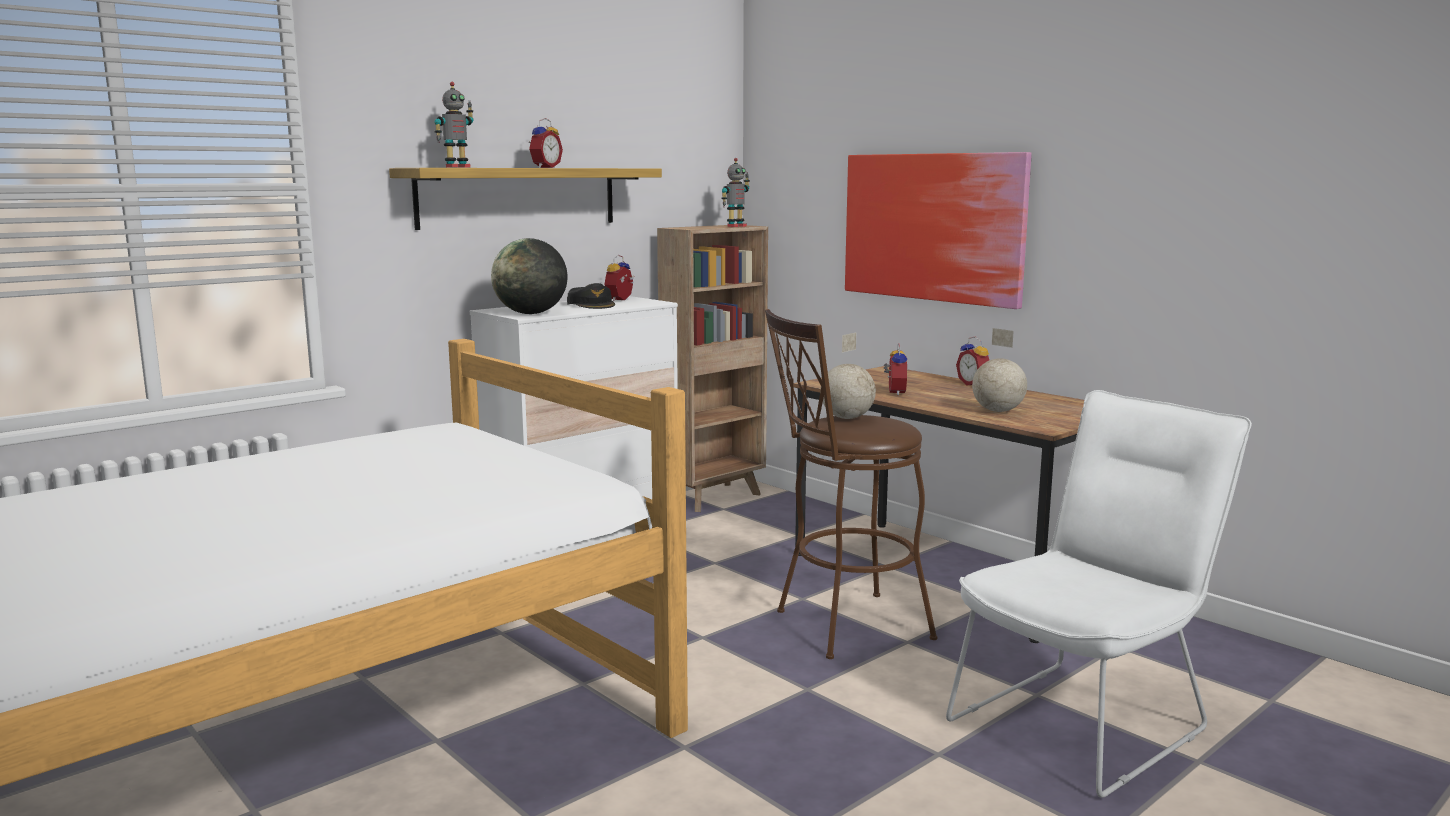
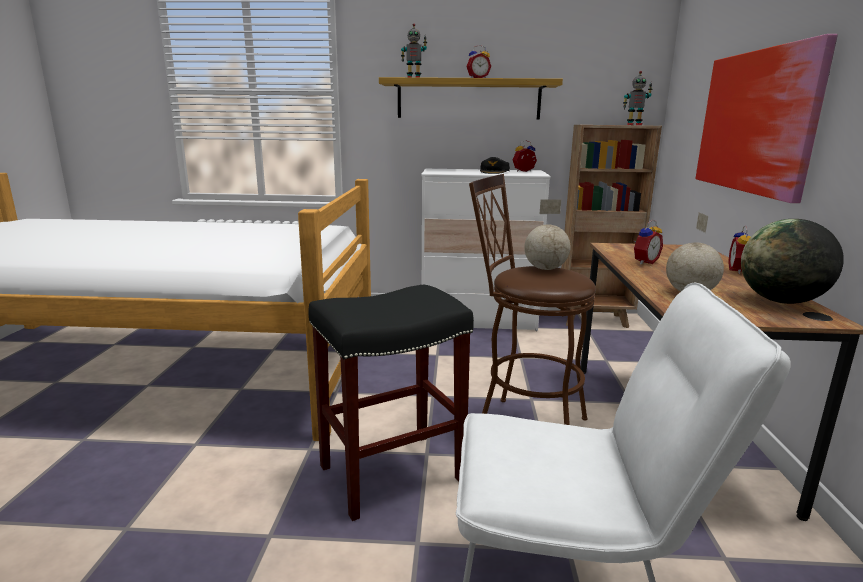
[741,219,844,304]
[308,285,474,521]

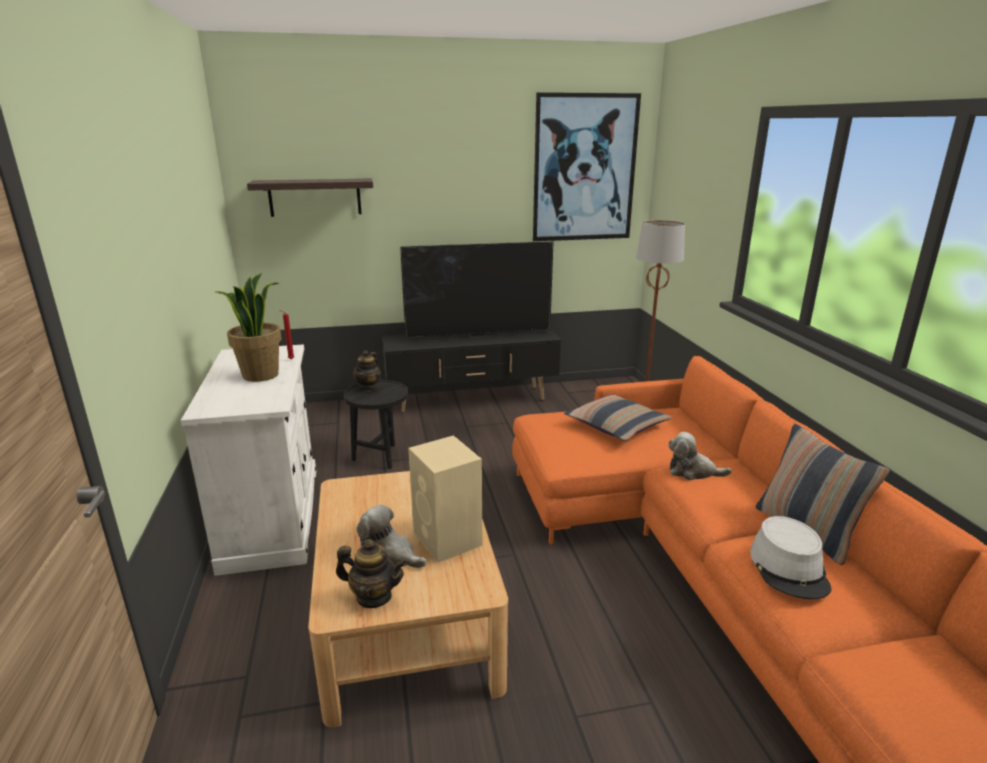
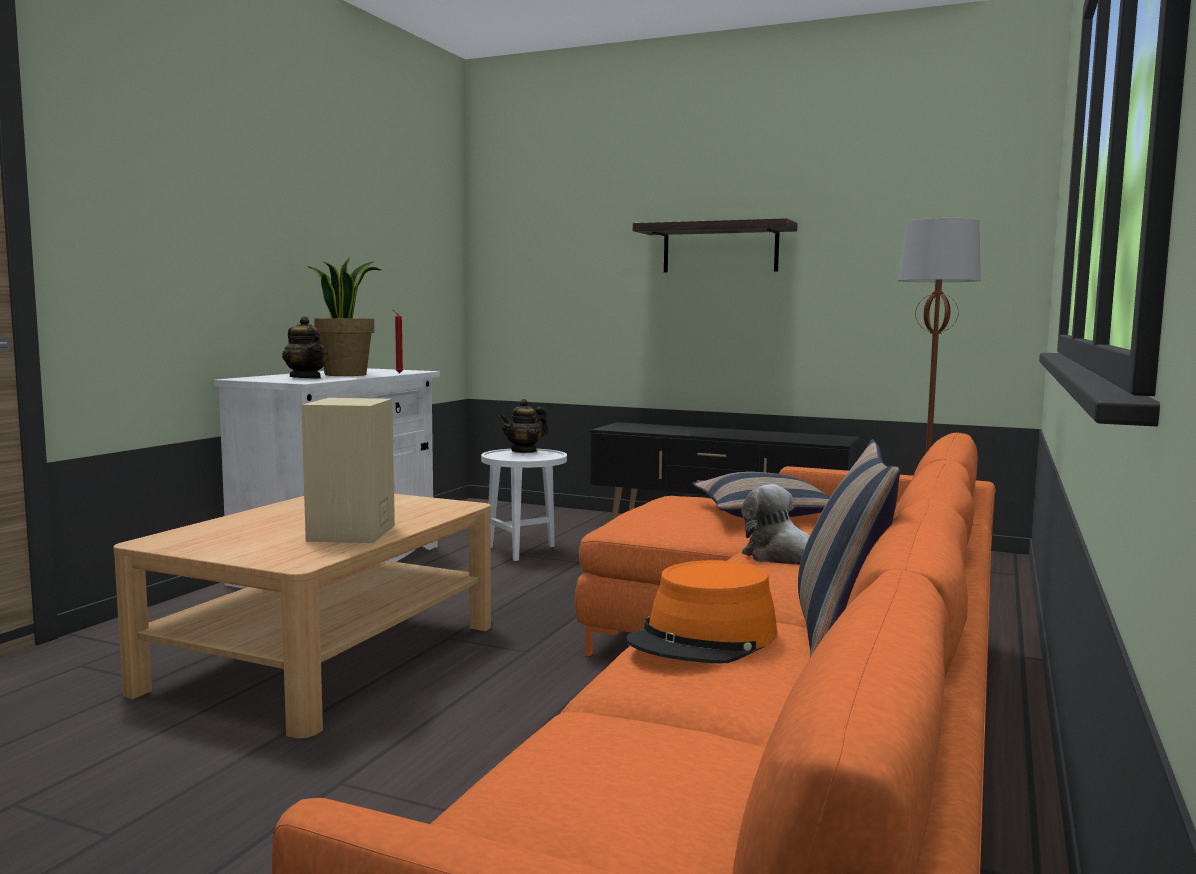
[533,92,641,241] (first image)
[633,218,798,272]
[400,241,554,341] (first image)
[481,449,567,561]
[356,505,427,568] (first image)
[626,560,777,664]
[282,316,328,379]

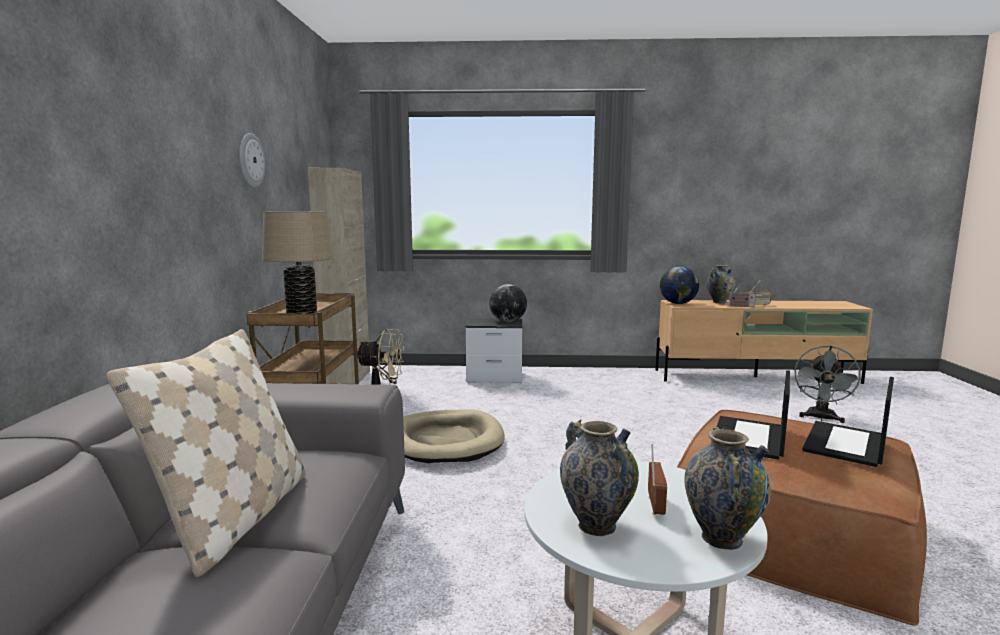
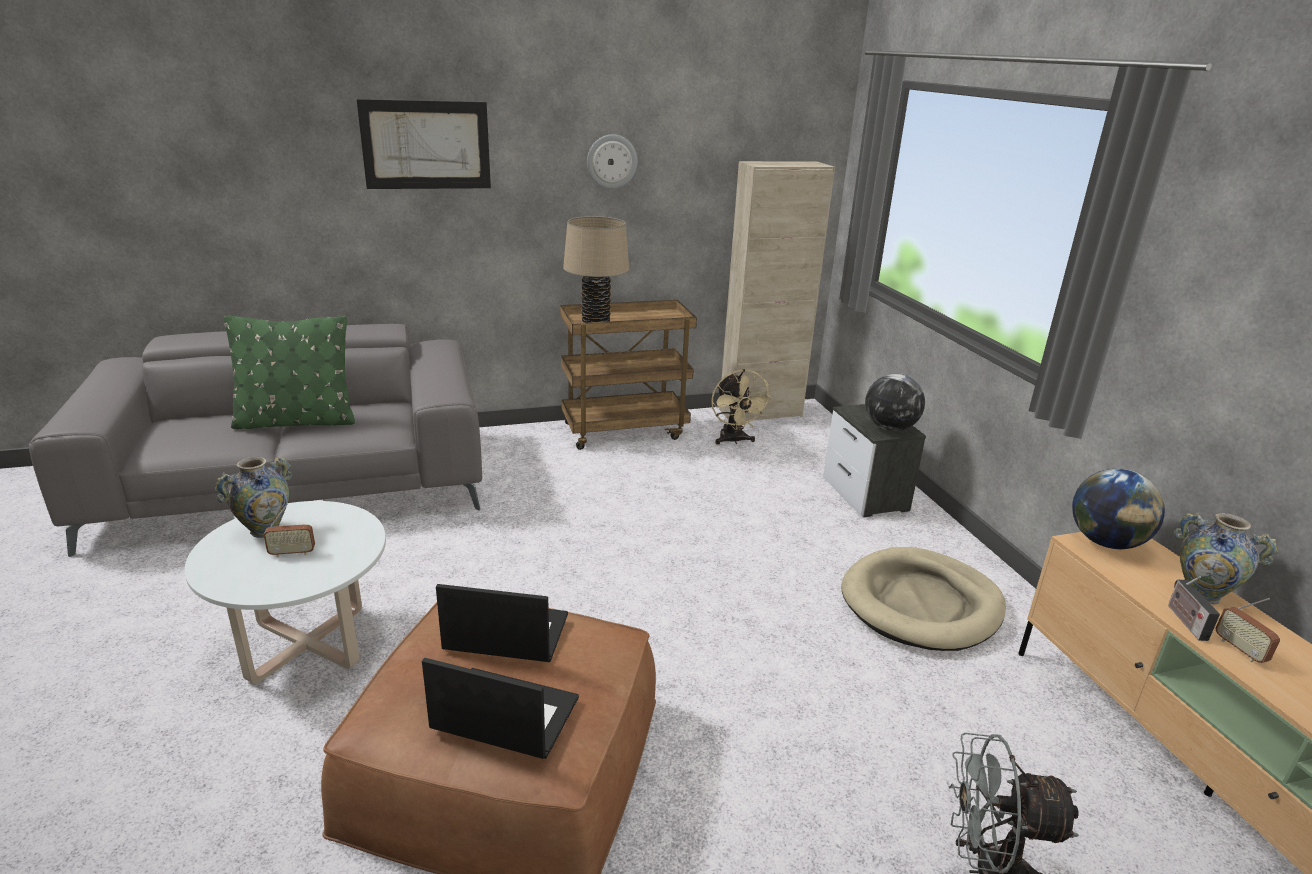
[224,316,355,429]
[841,547,1006,651]
[684,427,771,550] (first image)
[357,99,491,189]

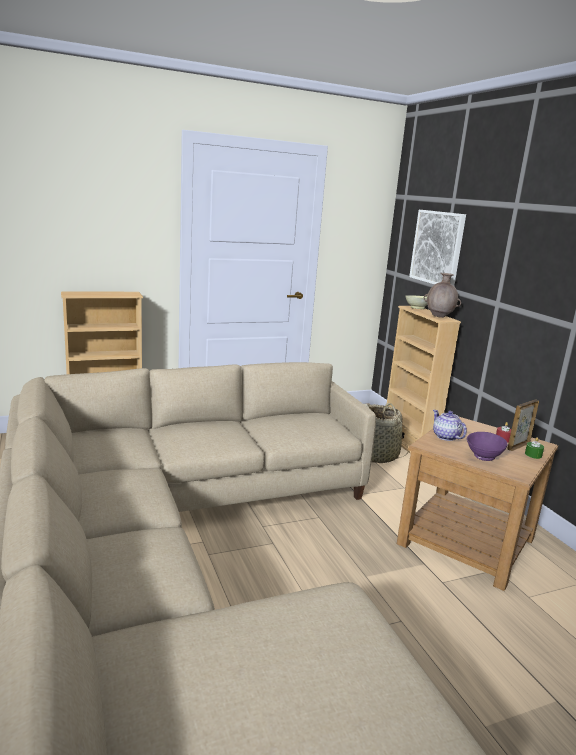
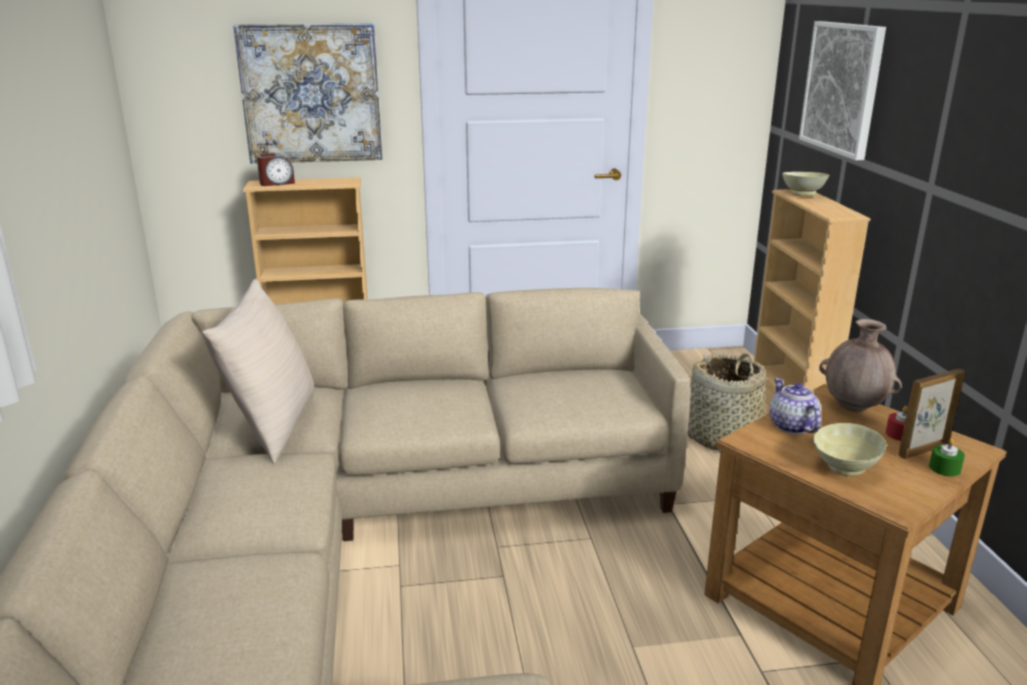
[819,319,902,412]
[813,423,887,476]
[233,23,382,164]
[257,153,295,186]
[202,279,315,464]

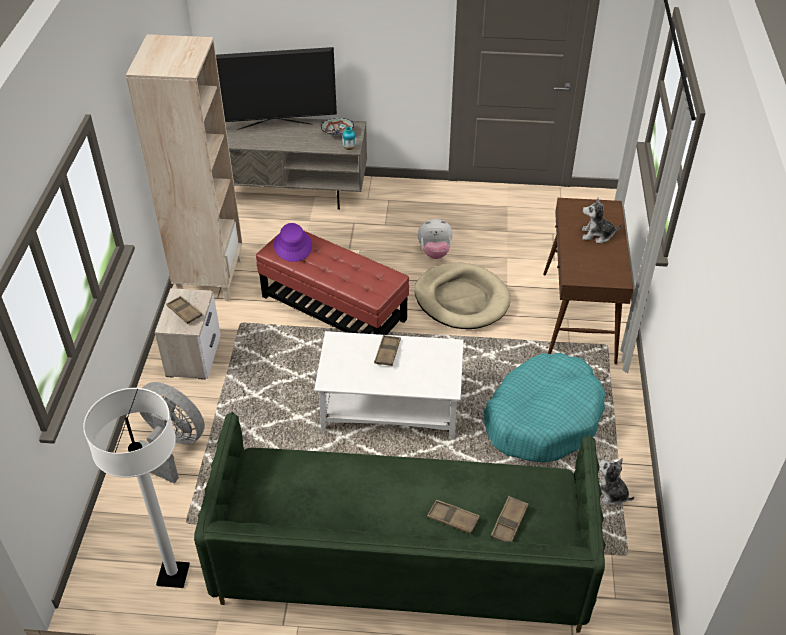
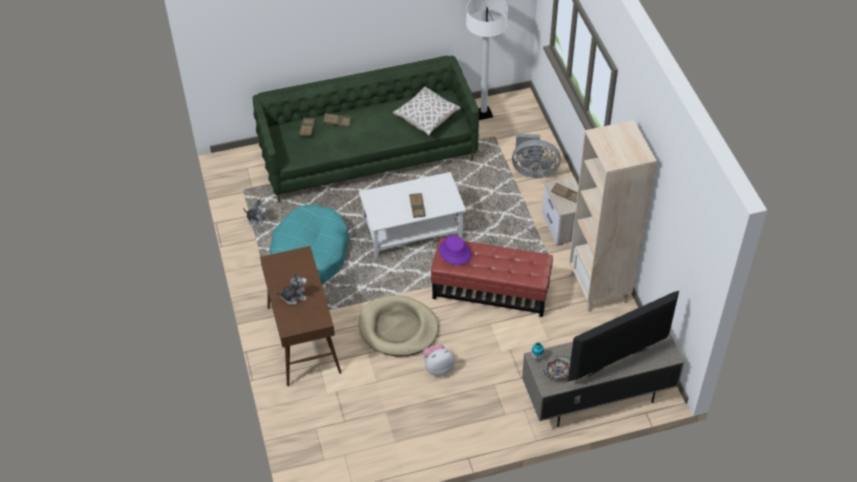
[439,235,472,265]
[393,87,461,136]

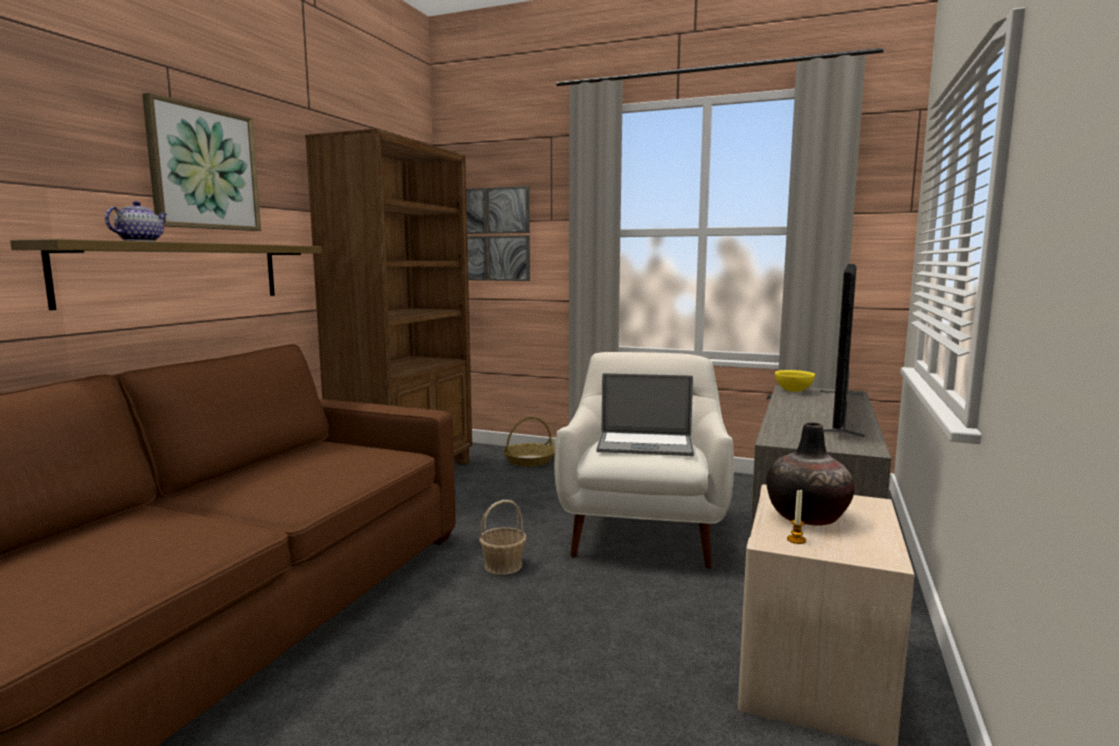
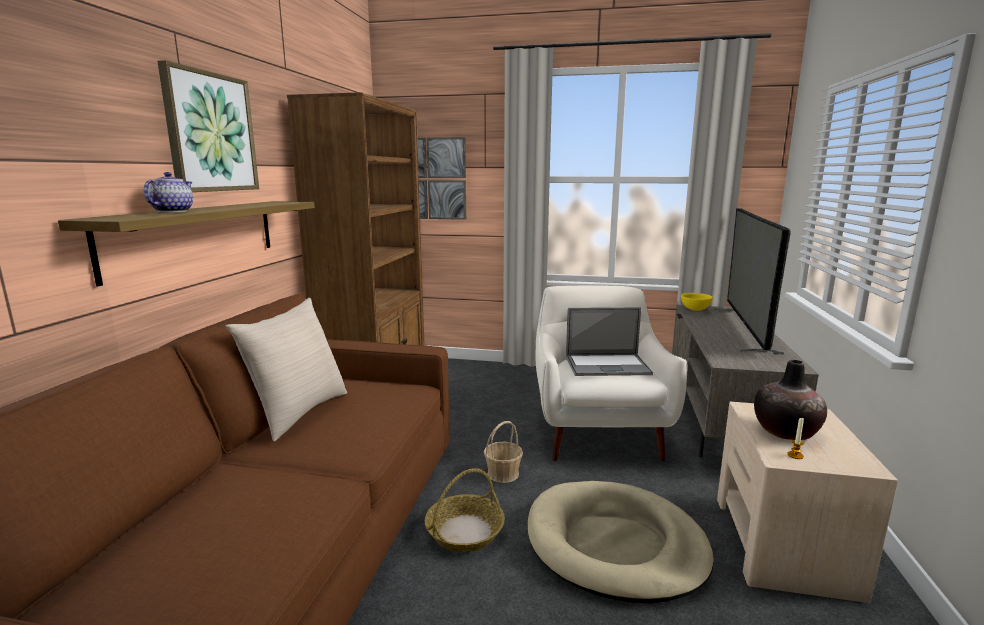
[424,468,505,553]
[226,298,347,442]
[528,481,714,604]

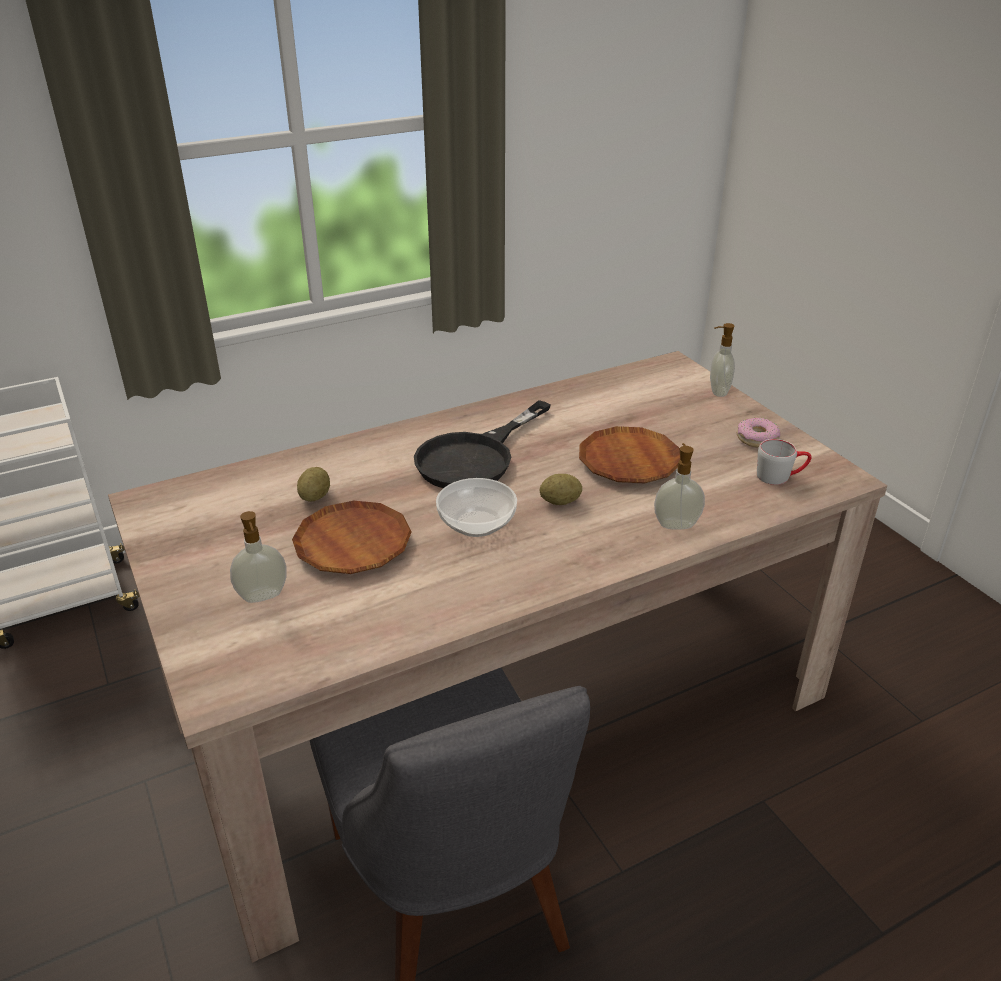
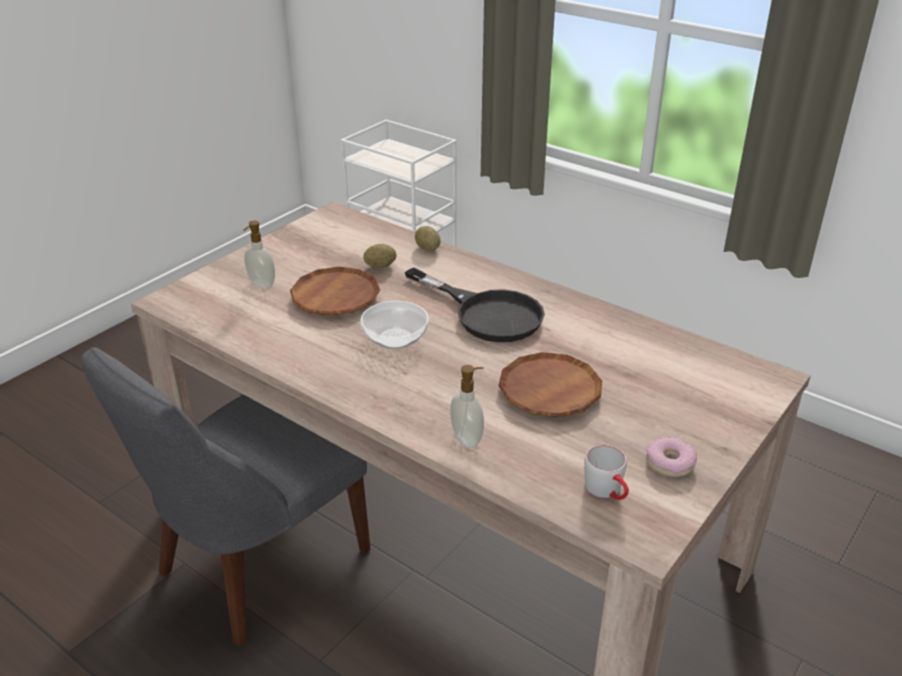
[710,323,735,397] (first image)
[405,268,545,342]
[415,226,440,251]

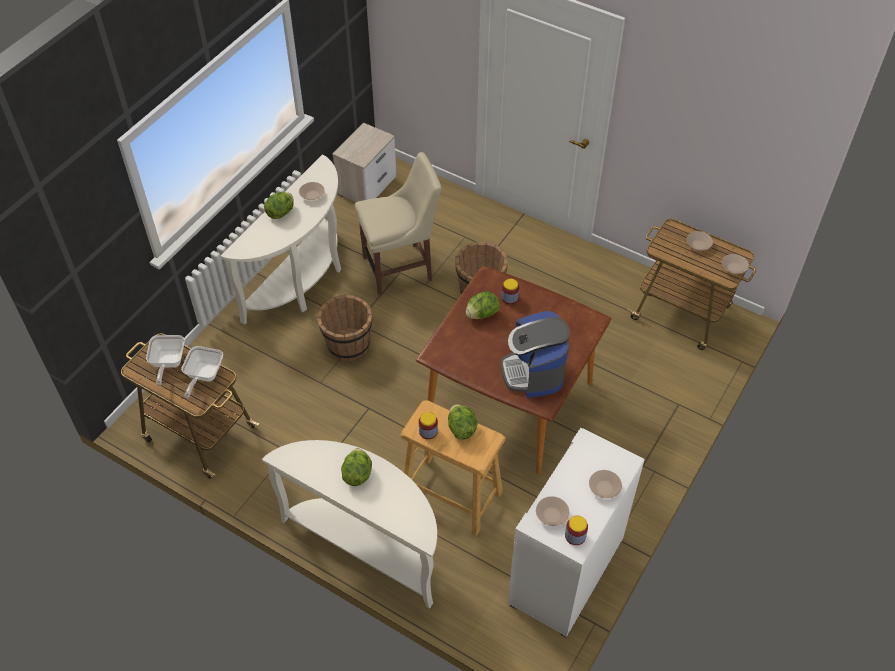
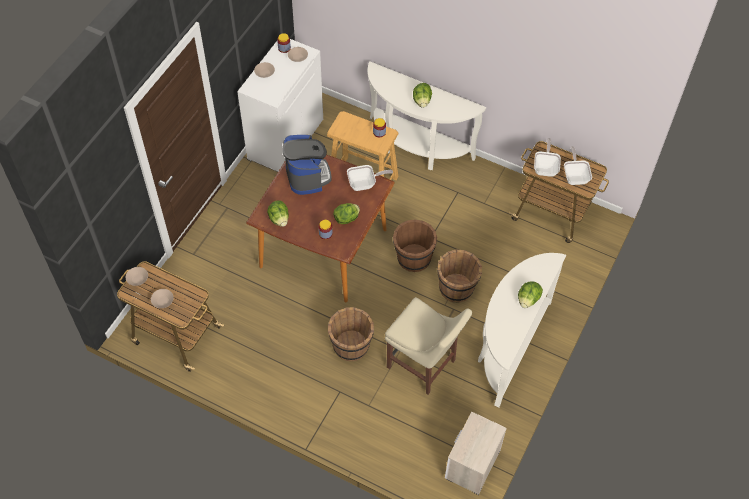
[385,297,472,395]
[299,182,325,200] (first image)
[267,200,289,227]
[347,165,393,191]
[393,219,437,272]

